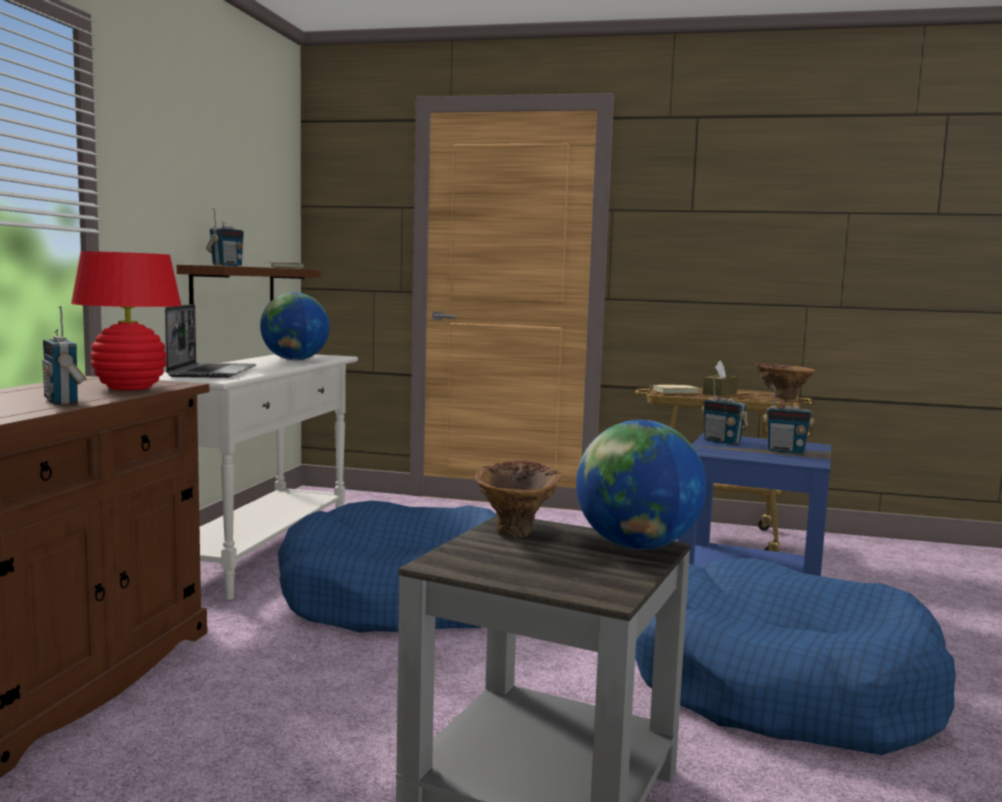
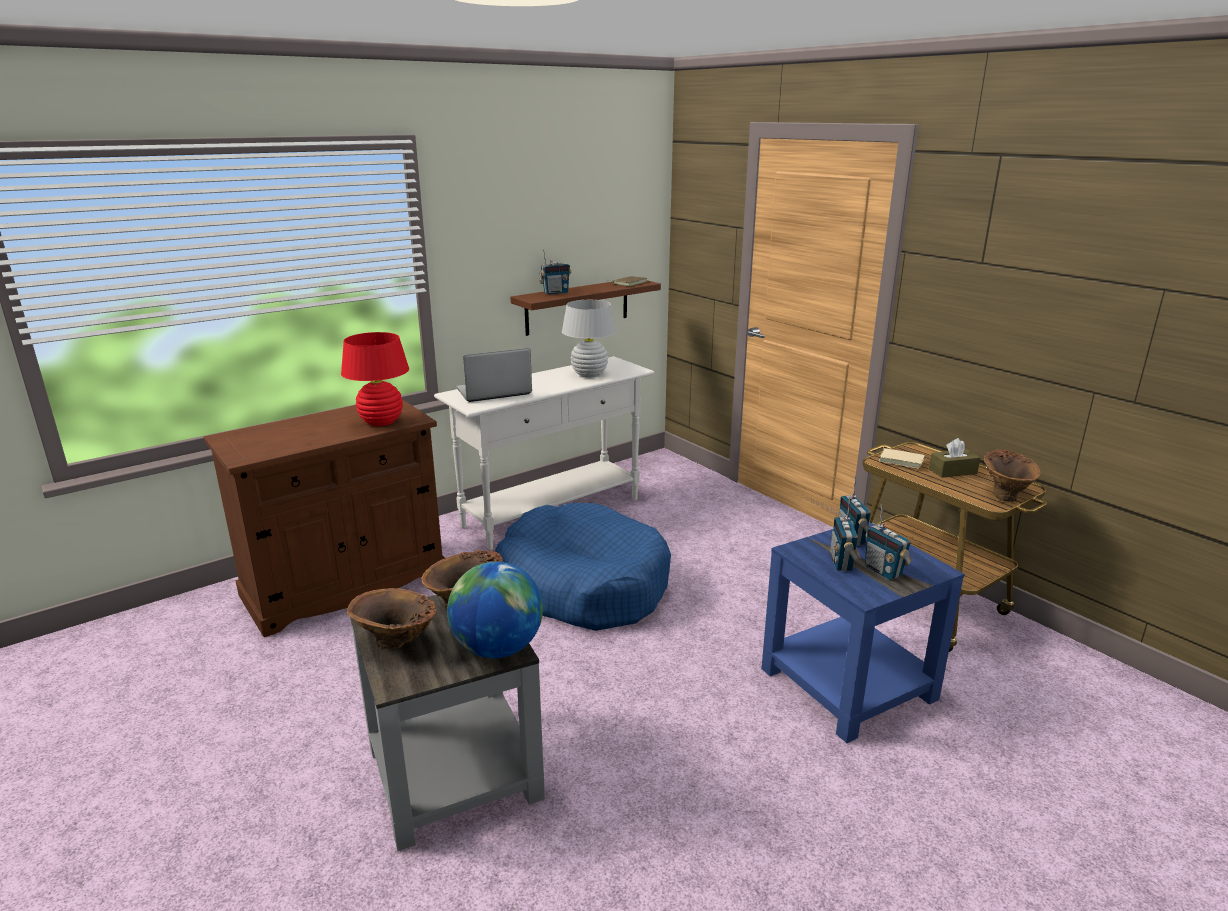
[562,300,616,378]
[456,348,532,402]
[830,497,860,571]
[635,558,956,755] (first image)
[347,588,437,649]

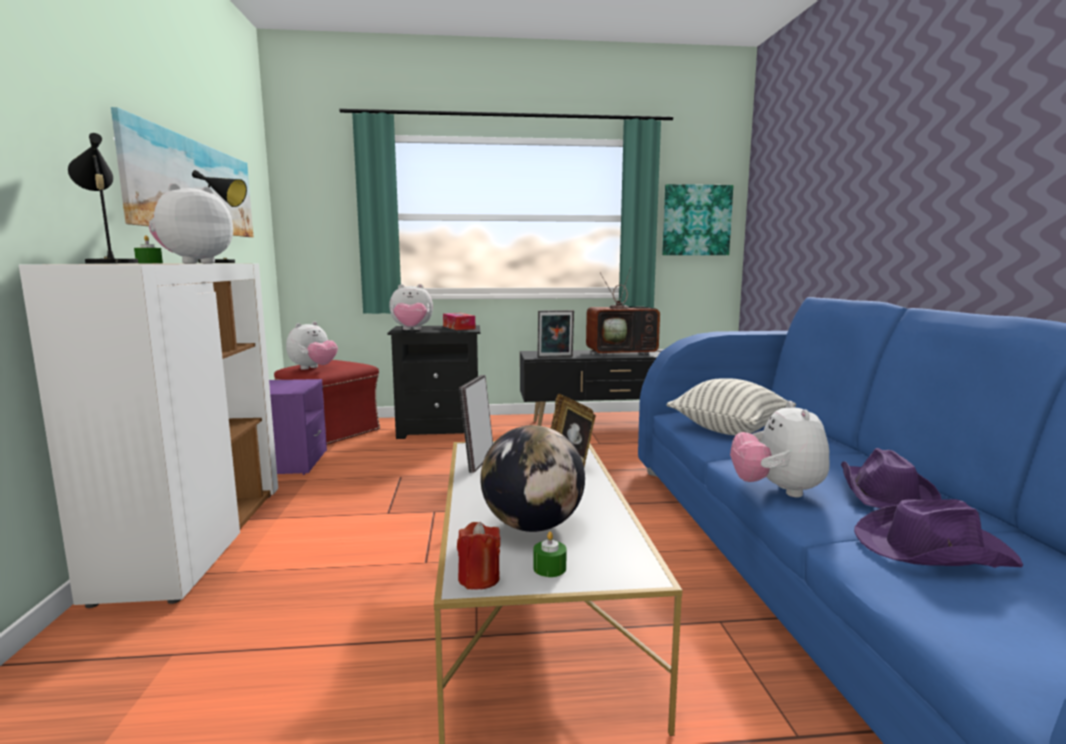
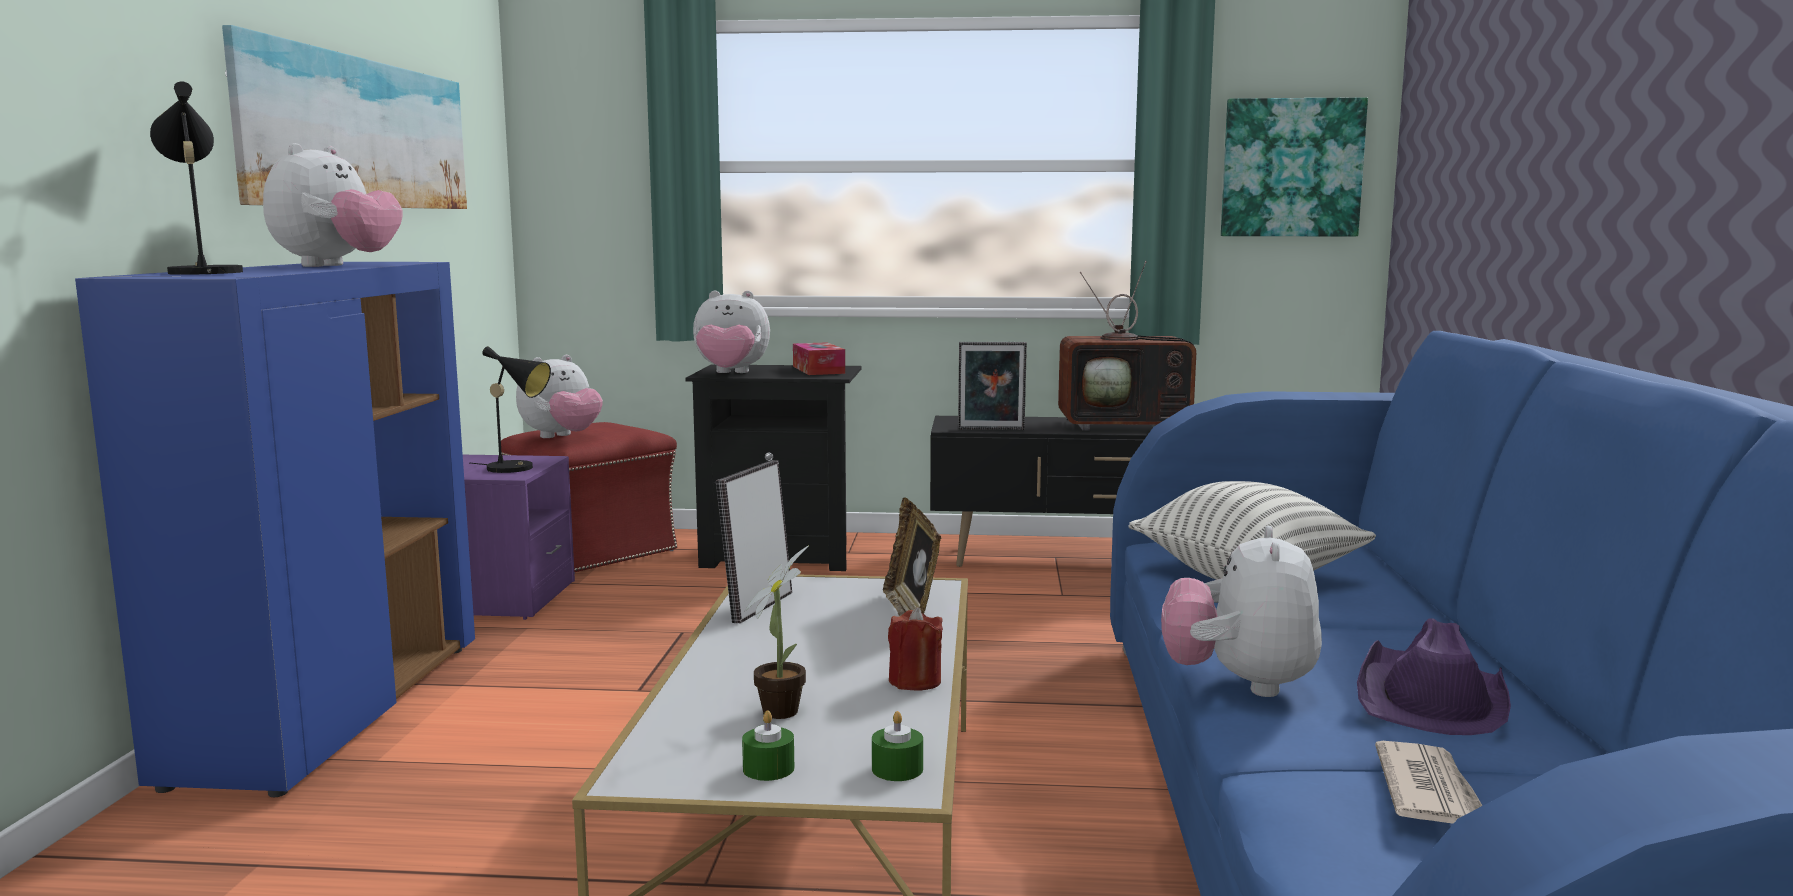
[469,346,551,473]
[263,143,403,267]
[872,711,923,781]
[75,262,475,797]
[744,545,809,719]
[1375,741,1483,824]
[888,607,943,691]

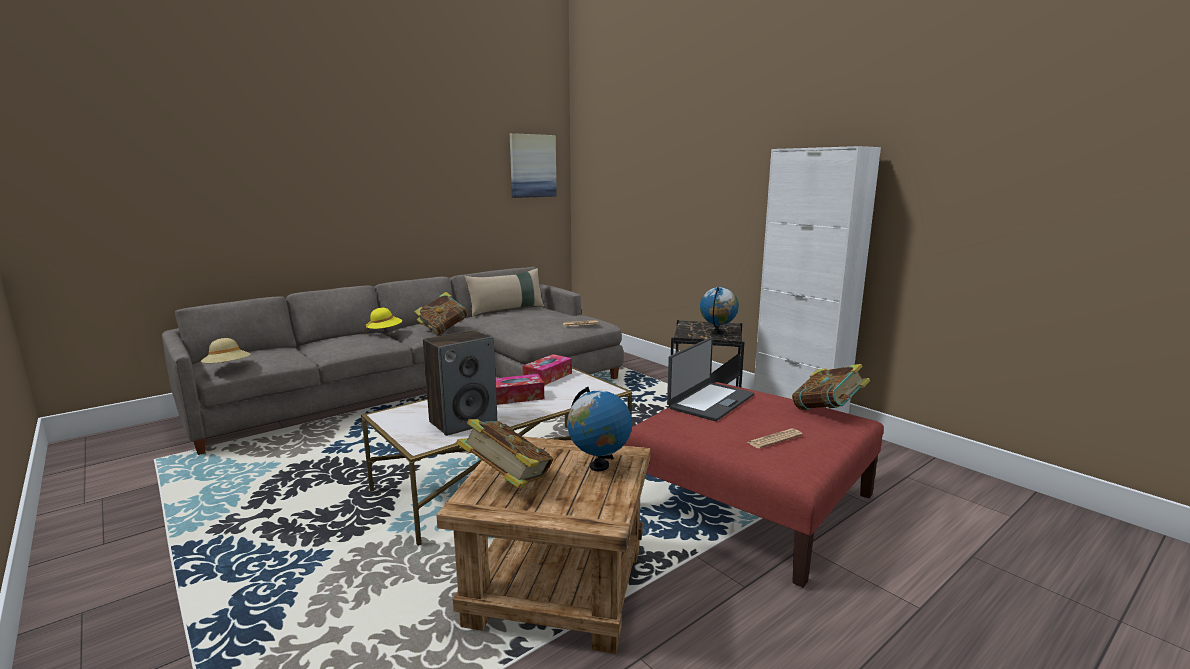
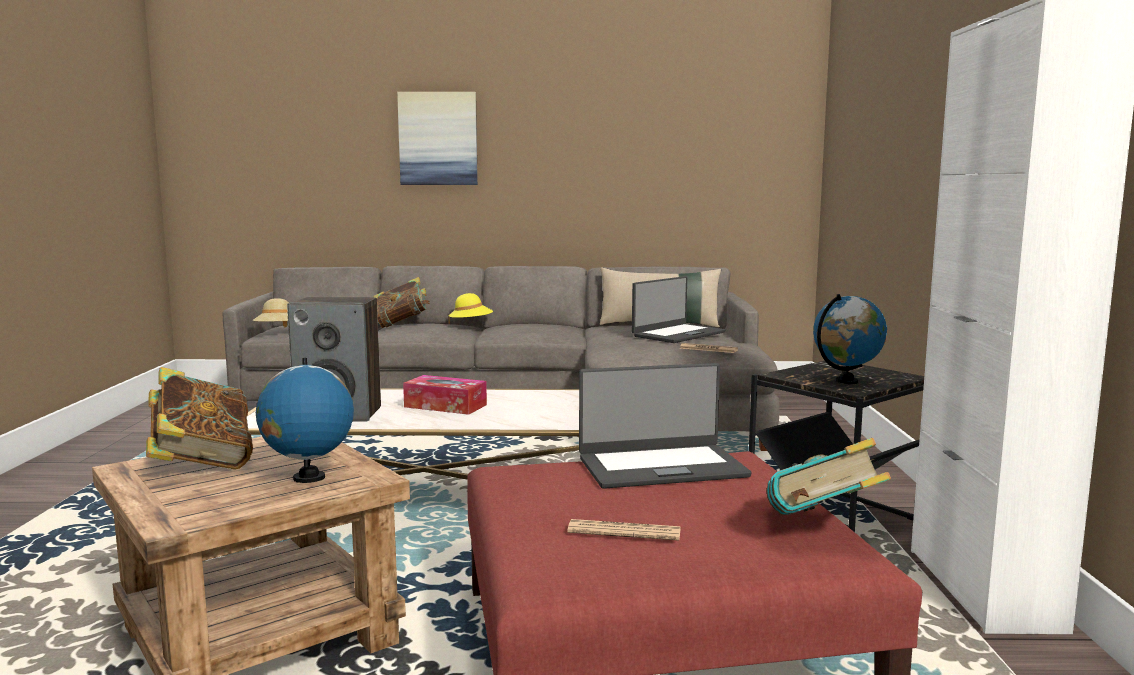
[397,92,478,185]
[373,277,430,328]
[523,354,572,386] (first image)
[632,276,725,343]

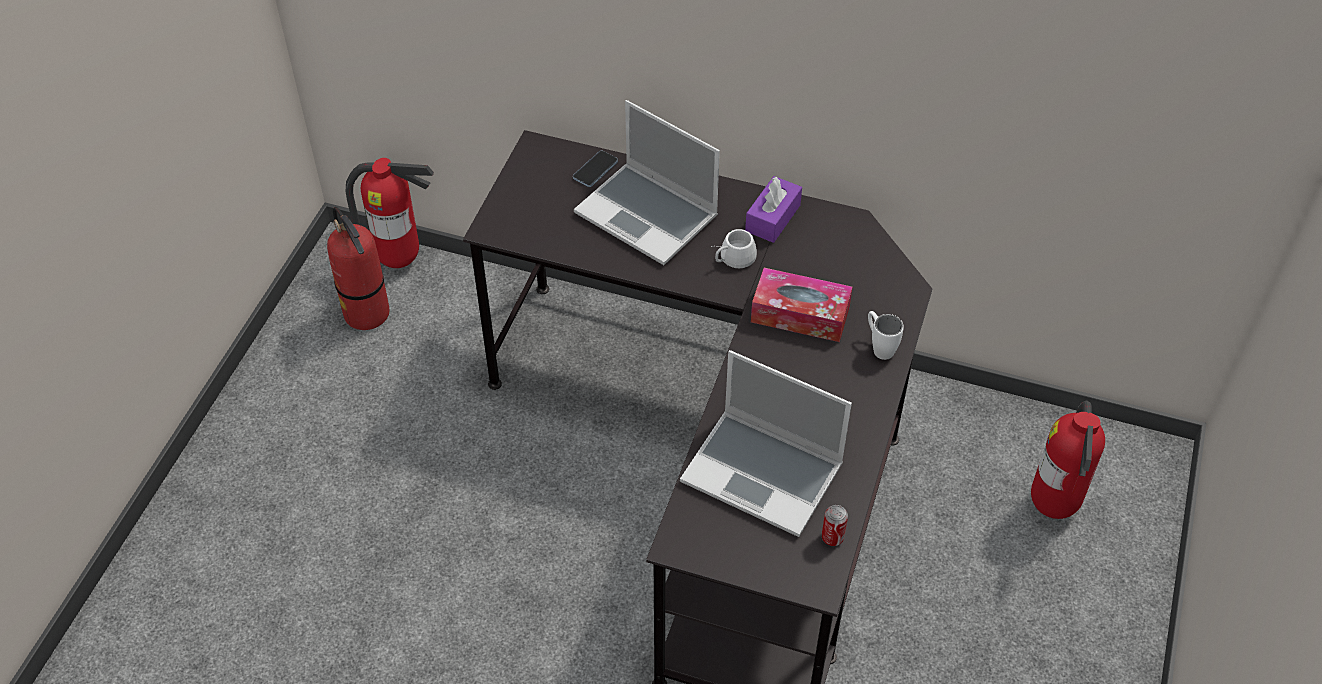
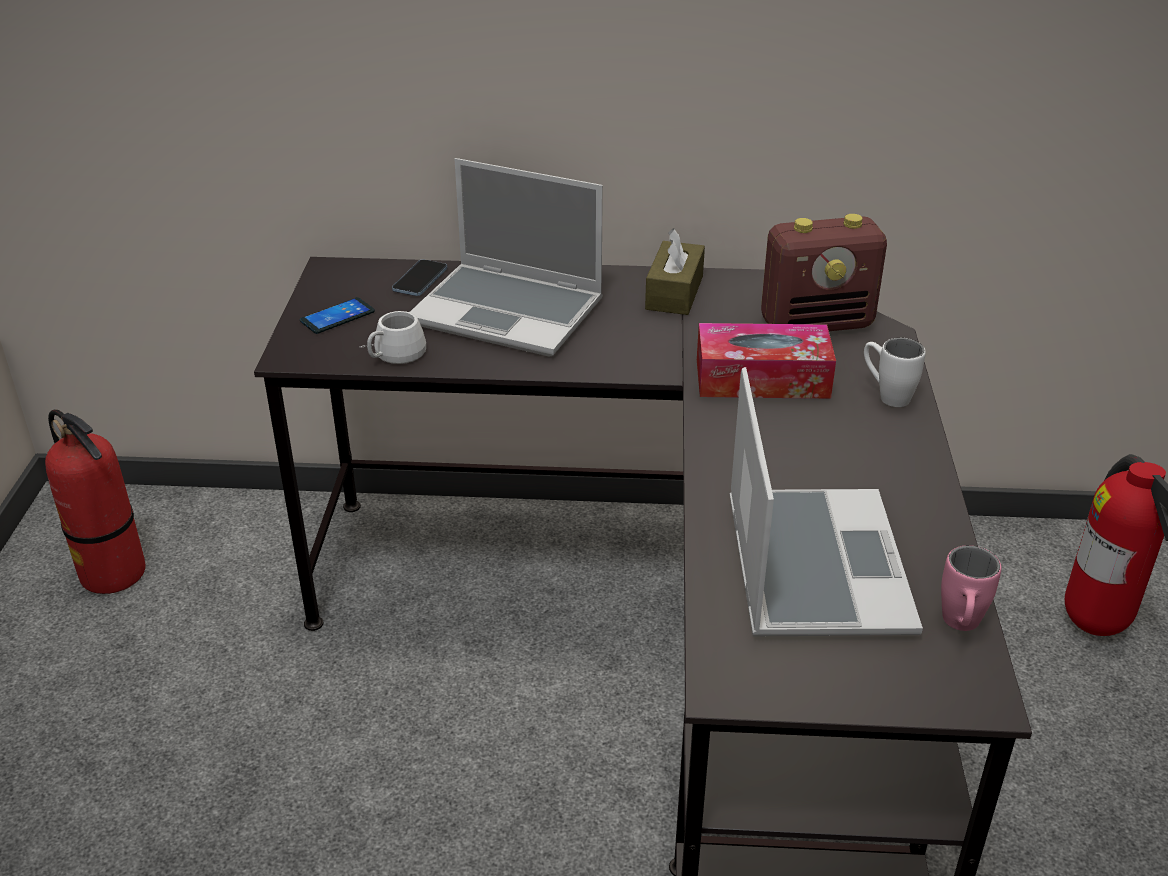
[346,158,434,268] (first image)
[645,228,705,315]
[359,311,426,364]
[730,367,923,636]
[941,545,1001,631]
[761,214,887,331]
[300,297,375,334]

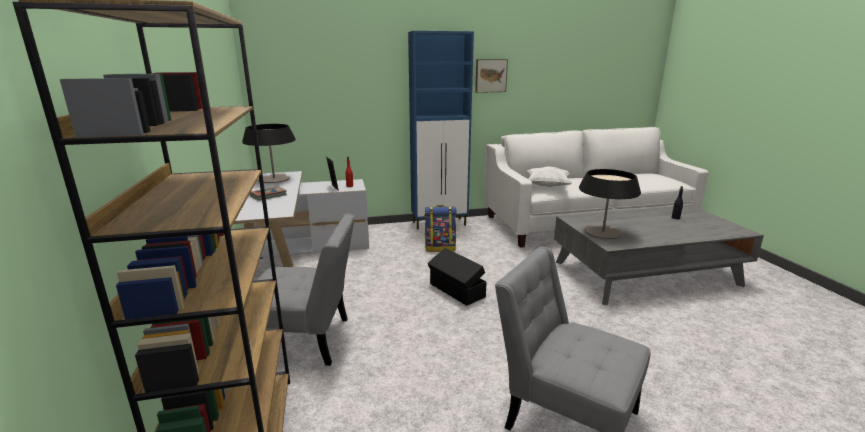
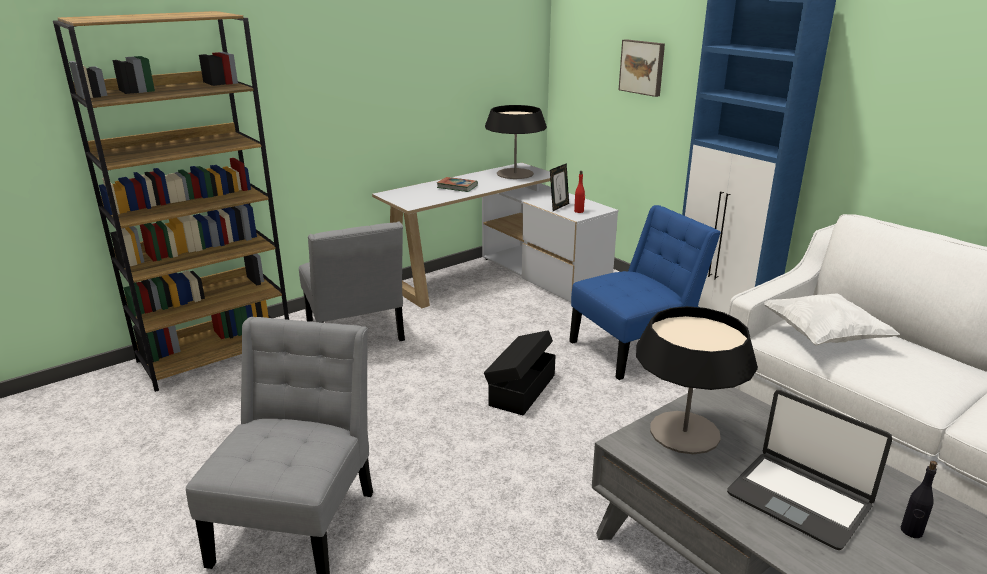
[619,39,665,97]
[569,205,721,380]
[727,390,892,550]

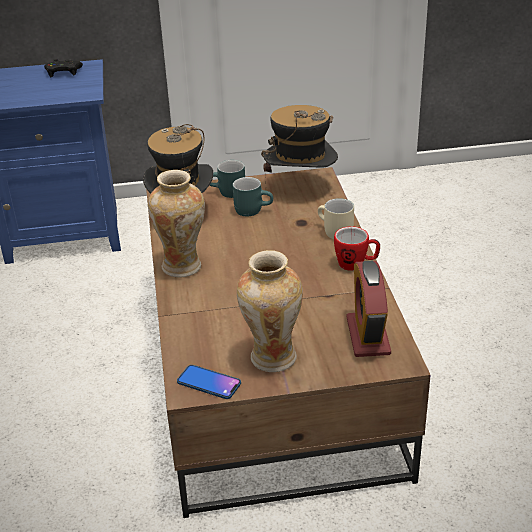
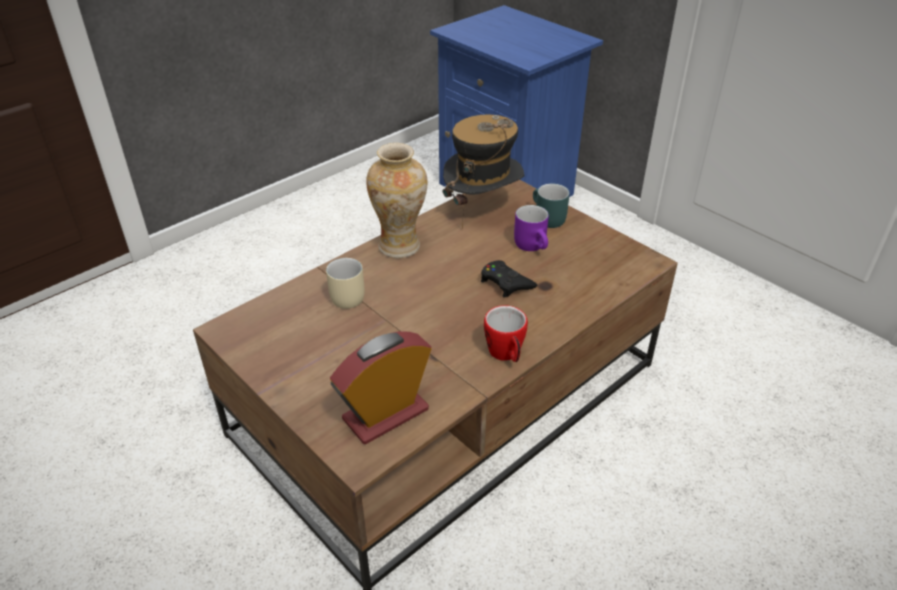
[481,260,537,298]
[261,105,338,191] (first image)
[514,205,549,251]
[326,258,365,309]
[237,250,303,372] (first image)
[177,365,241,399] (first image)

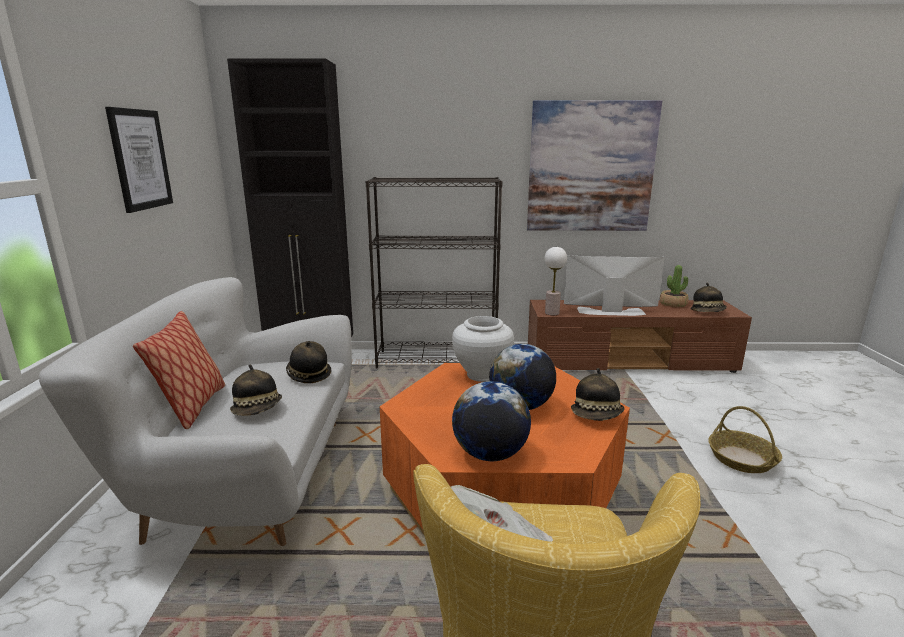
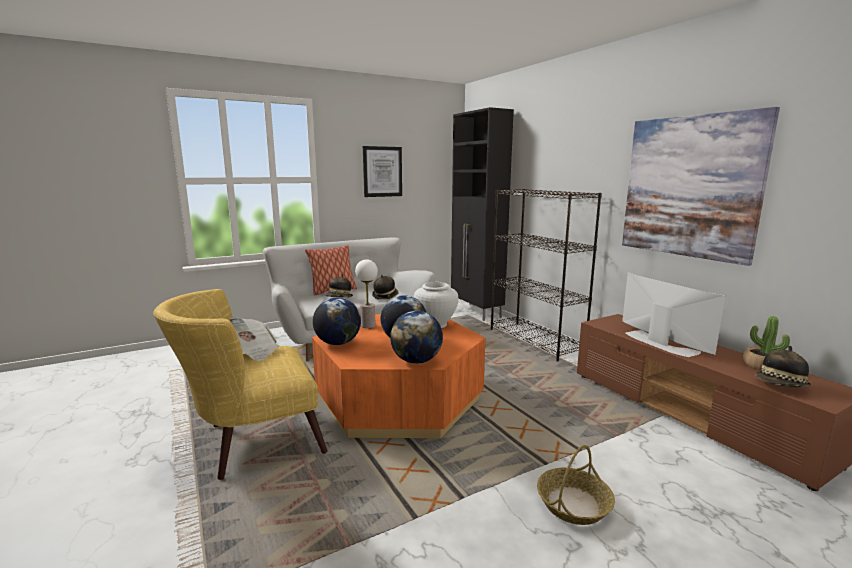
[355,259,378,328]
[390,311,443,364]

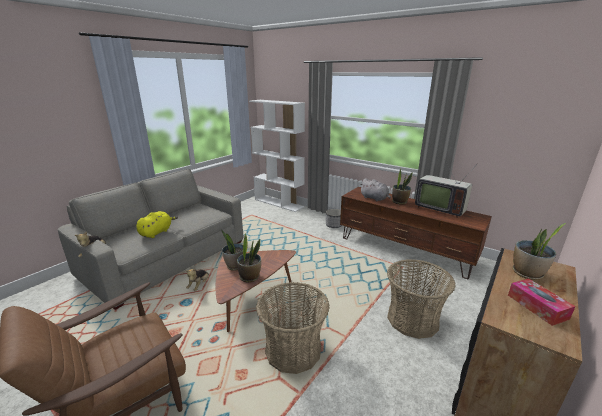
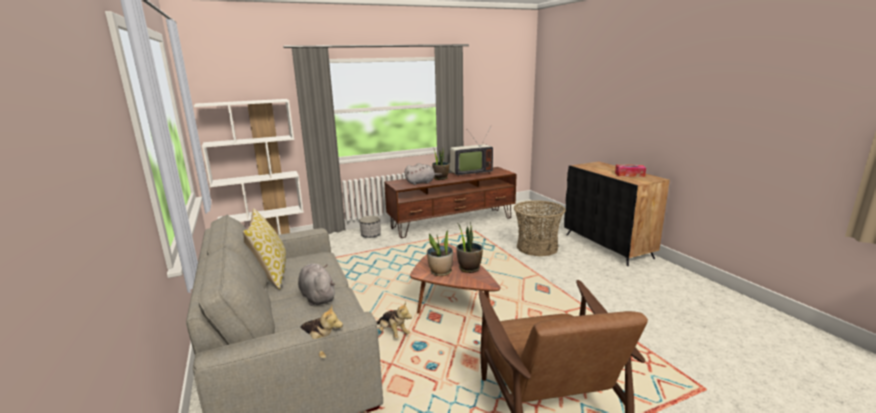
[298,263,335,306]
[513,223,566,280] (first image)
[256,282,330,374] (first image)
[243,209,286,289]

